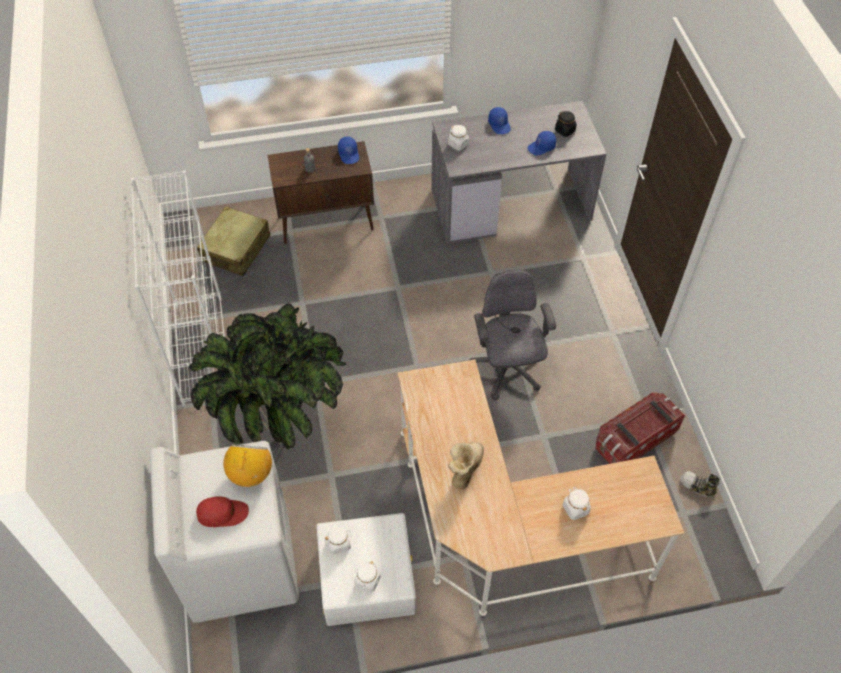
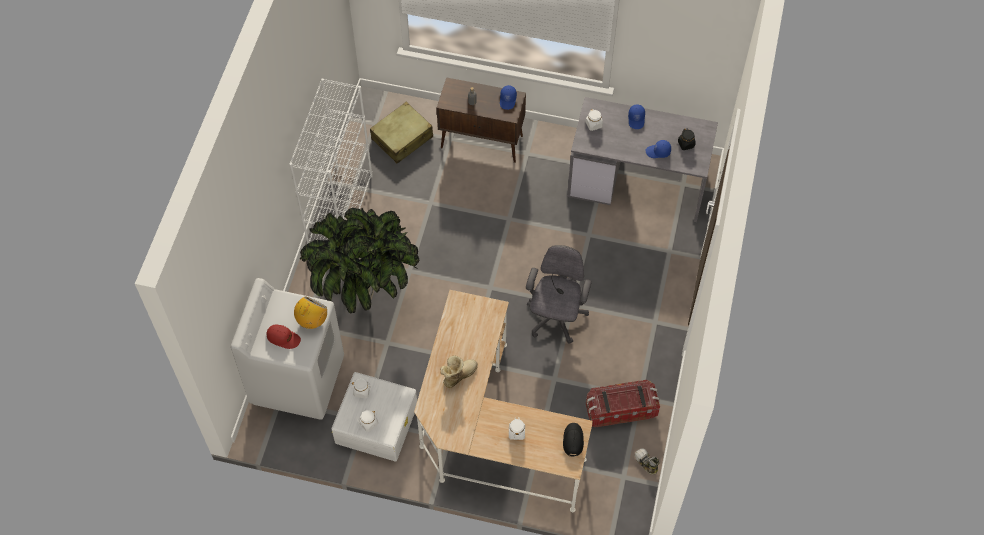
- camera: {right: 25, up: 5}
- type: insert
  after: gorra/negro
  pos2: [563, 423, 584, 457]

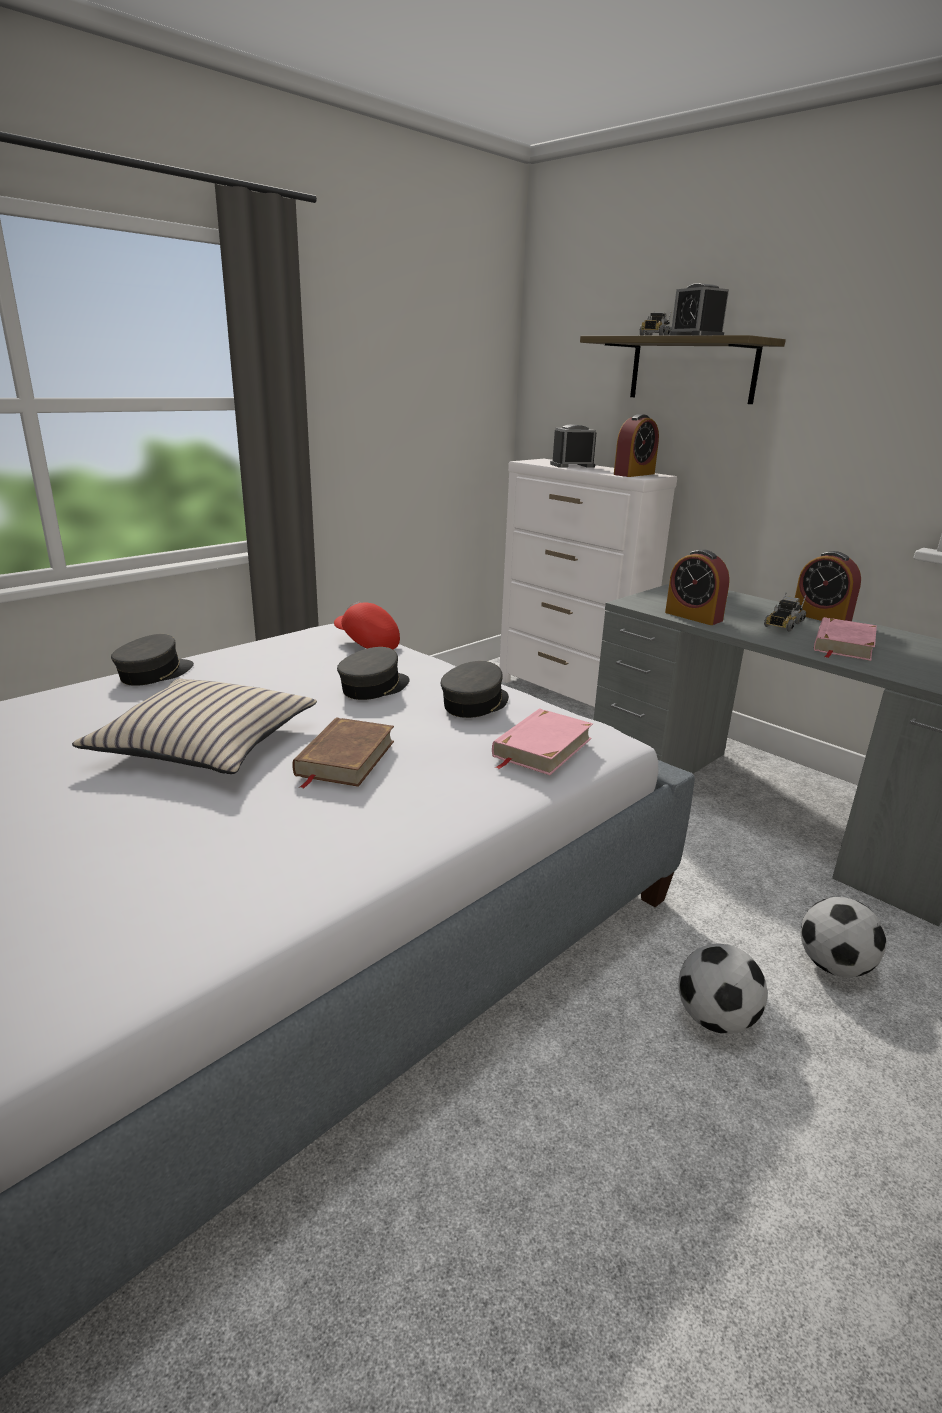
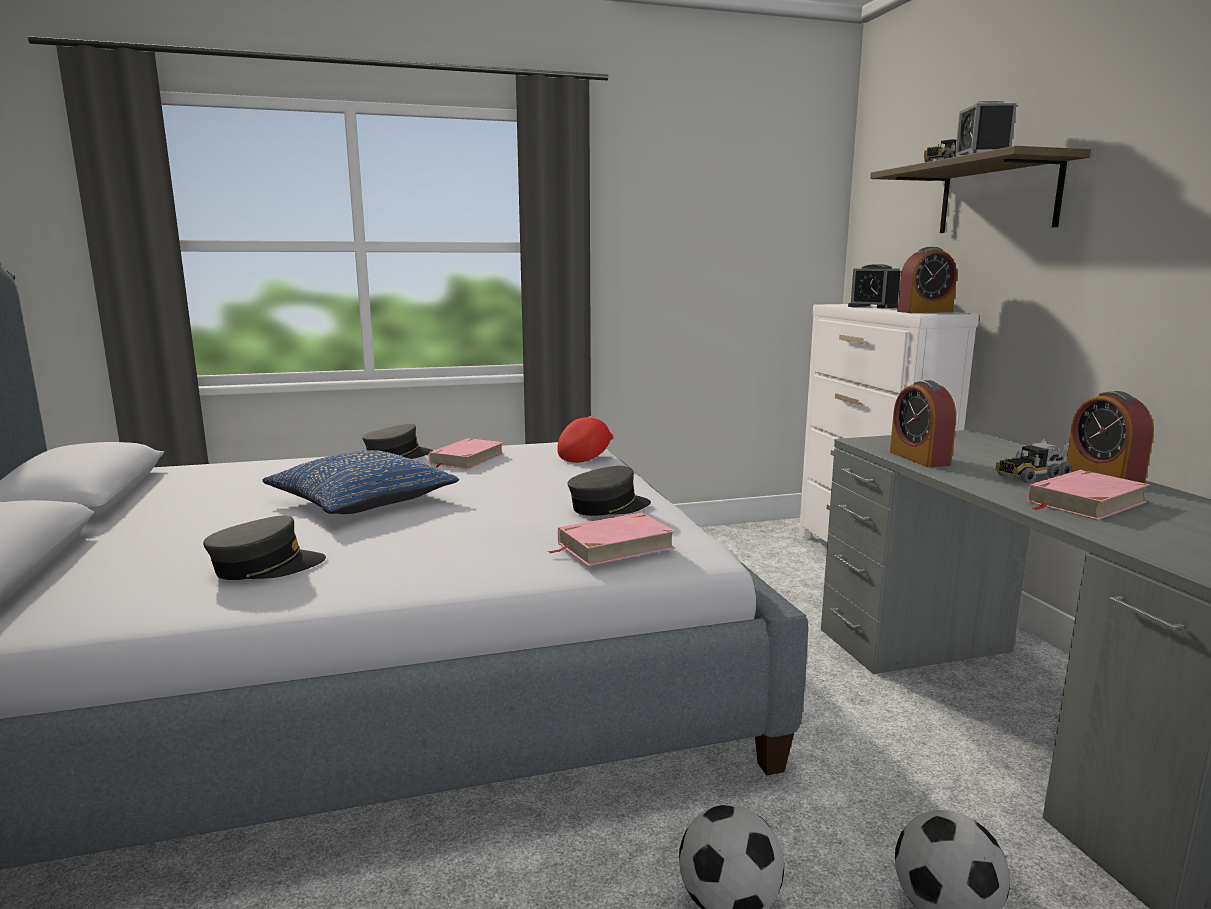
- camera: {right: 30, up: -10}
- type: recolor
  before: cojín/beis
  after: cojín/azul
  pos1: [72, 679, 317, 774]
  pos2: [262, 450, 459, 514]
- type: delete
  before: libro/marrón
  pos1: [293, 717, 394, 788]
- type: rotate
  before: gorra/rojo
  pos1: [334, 602, 400, 649]
  pos2: [557, 416, 613, 463]
  turn: 45
- type: move
  before: gorra/gris
  pos1: [337, 647, 410, 700]
  pos2: [203, 516, 326, 580]
- type: rotate
  before: despertador
  pos1: [550, 424, 597, 468]
  pos2: [848, 264, 901, 309]
  turn: -150
- type: insert
  after: libro/rosa
  pos2: [429, 438, 504, 469]

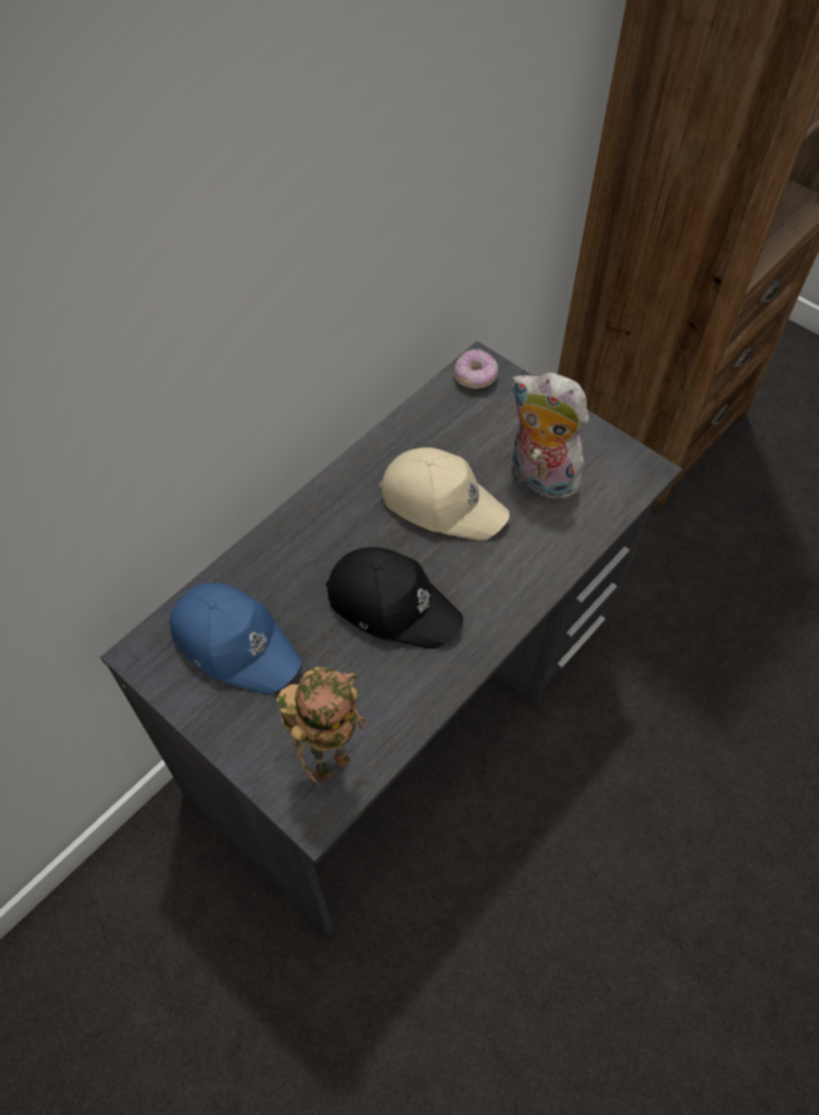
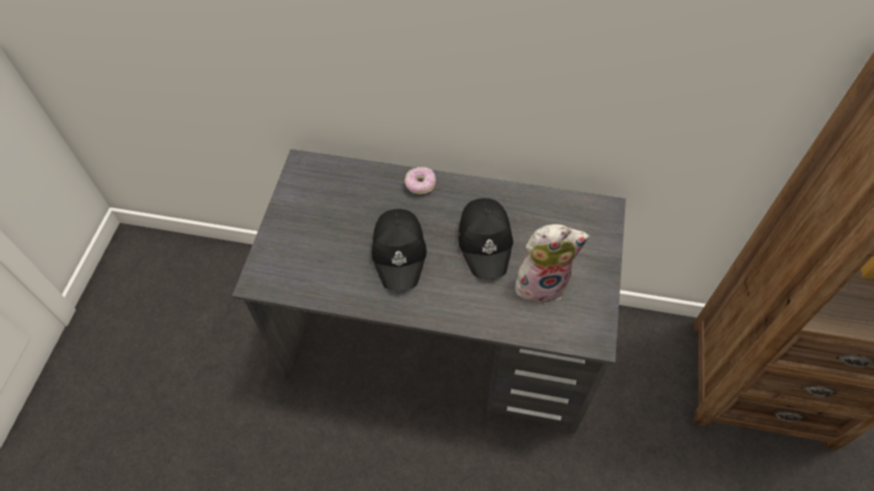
- camera: {right: 60, up: 0}
- type: delete
  before: gorra/azul
  pos1: [170, 583, 301, 694]
- type: delete
  before: robot de juguete
  pos1: [276, 667, 367, 786]
- type: recolor
  before: gorra/beis
  after: gorra/negro
  pos1: [379, 447, 510, 540]
  pos2: [458, 198, 513, 279]
- type: move
  before: rosquilla
  pos1: [454, 349, 498, 389]
  pos2: [405, 167, 436, 194]
- type: rotate
  before: peluche
  pos1: [510, 372, 589, 500]
  pos2: [515, 224, 590, 304]
  turn: 75

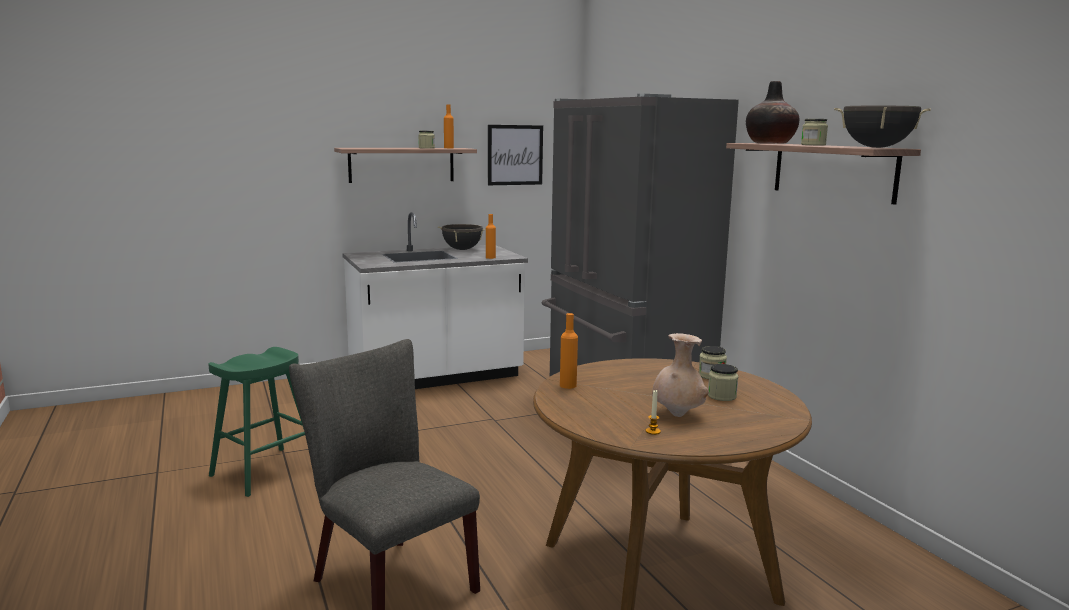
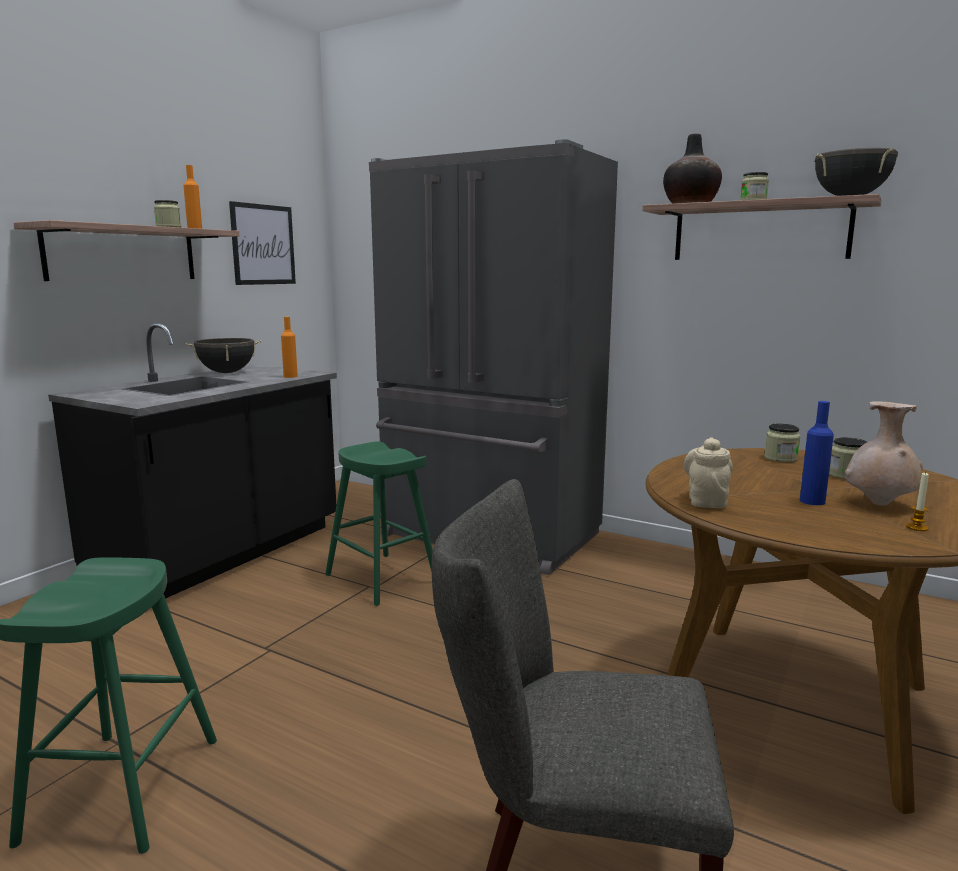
- camera: {right: -35, up: 0}
- type: recolor
  before: mueble bajo de cocina/blanco
  after: mueble bajo de cocina/negro
  pos1: [342, 212, 528, 389]
  pos2: [48, 323, 337, 599]
- type: replace
  before: botella/naranja
  after: tetera/beis
  pos1: [560, 313, 578, 389]
  pos2: [684, 437, 733, 508]
- type: insert
  after: taburete/verde
  pos2: [325, 441, 433, 606]
- type: insert
  after: botella/azul
  pos2: [800, 401, 834, 505]

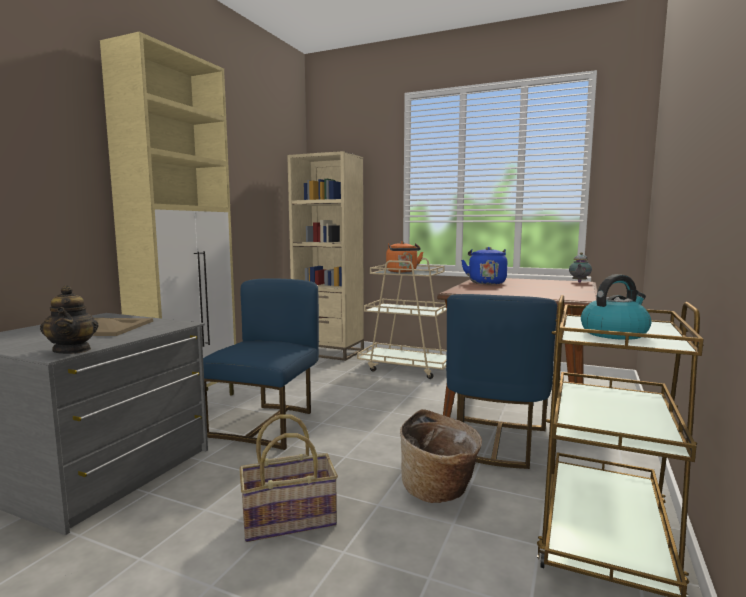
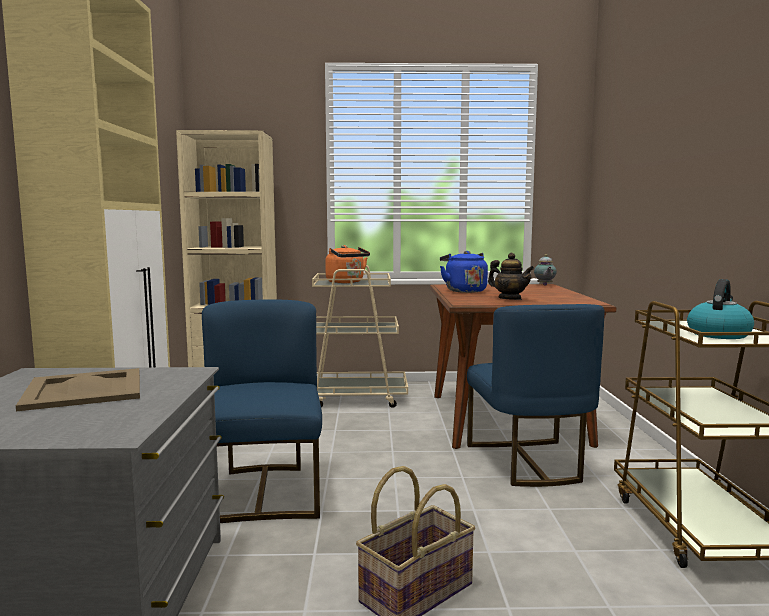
- camera: {right: -25, up: 0}
- type: move
  before: tetera
  pos1: [40, 285, 98, 354]
  pos2: [488, 253, 534, 300]
- type: delete
  before: cesta
  pos1: [400, 409, 482, 503]

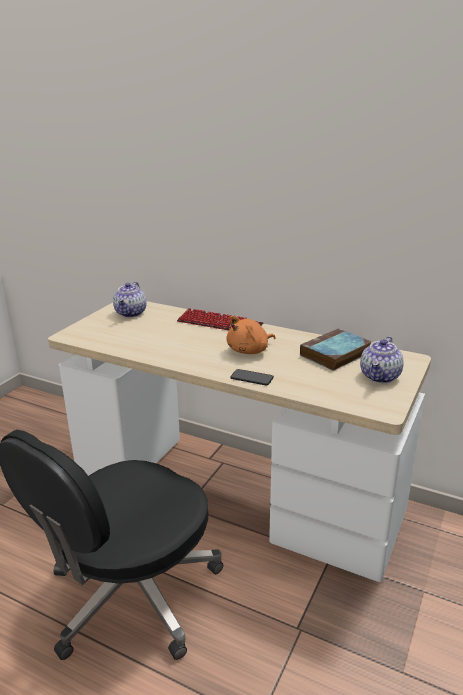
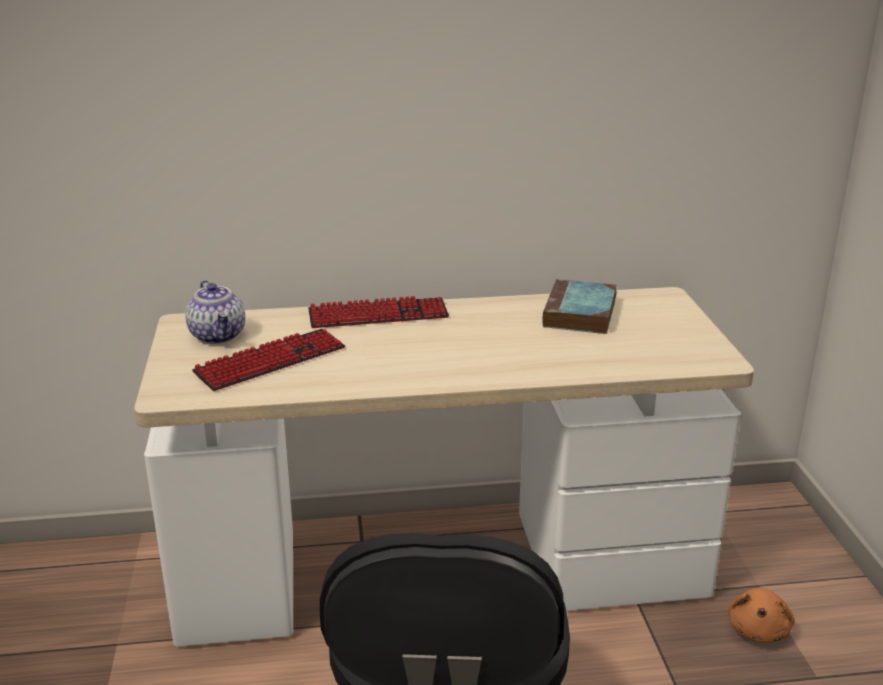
- camera: {right: -35, up: 0}
- type: move
  before: peluche/naranja
  pos1: [226, 316, 276, 354]
  pos2: [728, 588, 795, 643]
- type: delete
  before: móvil
  pos1: [230, 369, 274, 385]
- type: delete
  before: tetera
  pos1: [360, 336, 404, 383]
- type: insert
  after: teclado
  pos2: [192, 329, 345, 391]

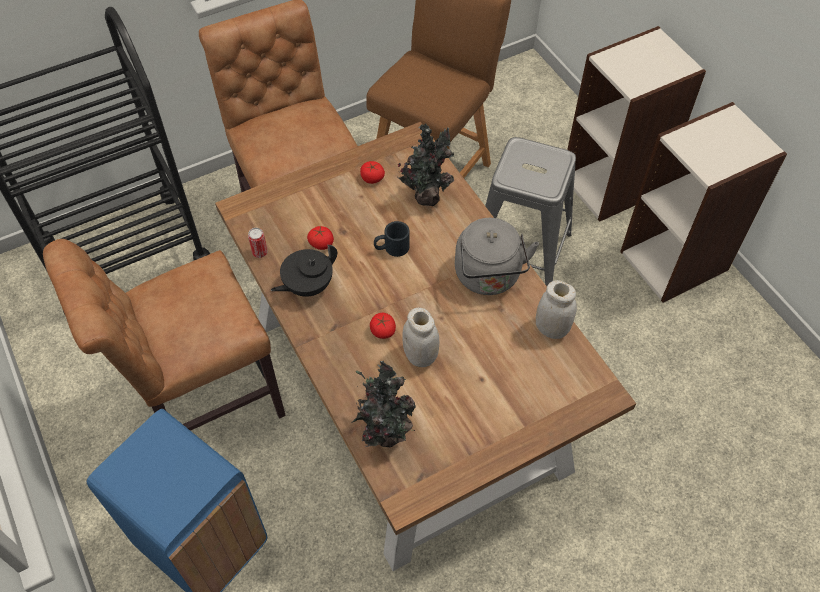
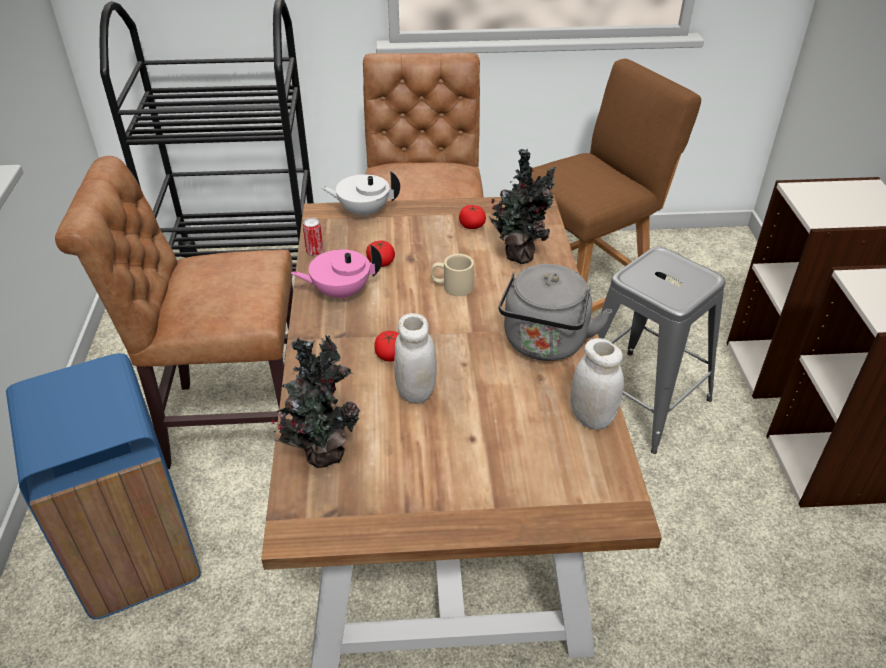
- camera: {right: 25, up: -15}
- type: recolor
  before: tetera/negro
  after: tetera/rosa
  pos1: [271, 245, 337, 297]
  pos2: [291, 245, 382, 301]
- type: recolor
  before: taza grande/negro
  after: taza grande/beis
  pos1: [374, 221, 409, 257]
  pos2: [431, 254, 474, 296]
- type: insert
  after: tetera/blanco
  pos2: [321, 171, 400, 219]

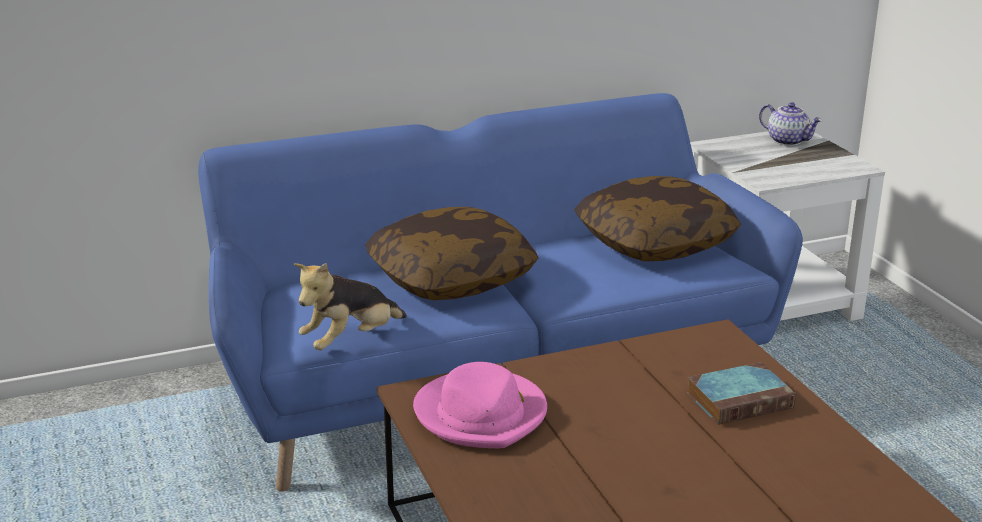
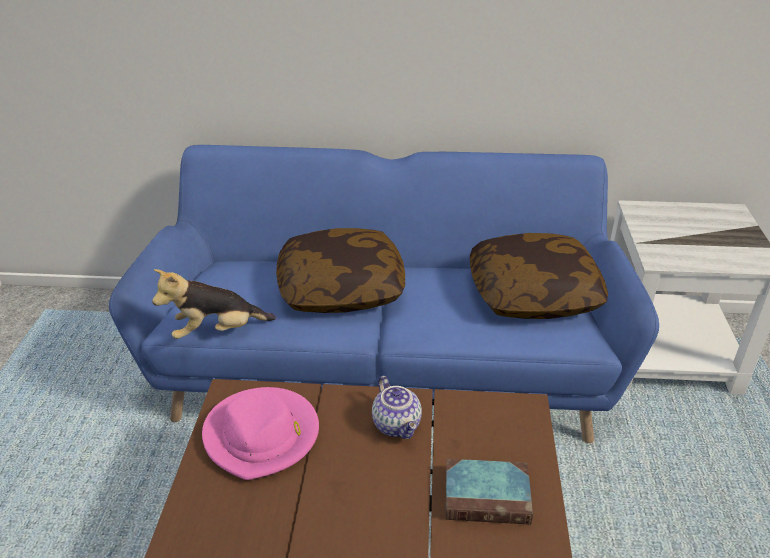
- camera: {right: 25, up: 10}
- type: move
  before: tetera
  pos1: [759, 102, 822, 146]
  pos2: [372, 376, 422, 439]

